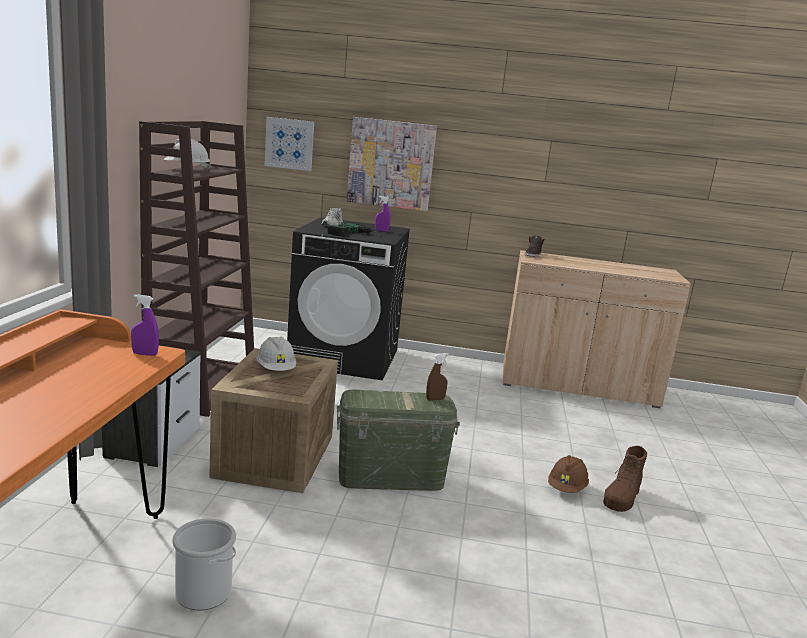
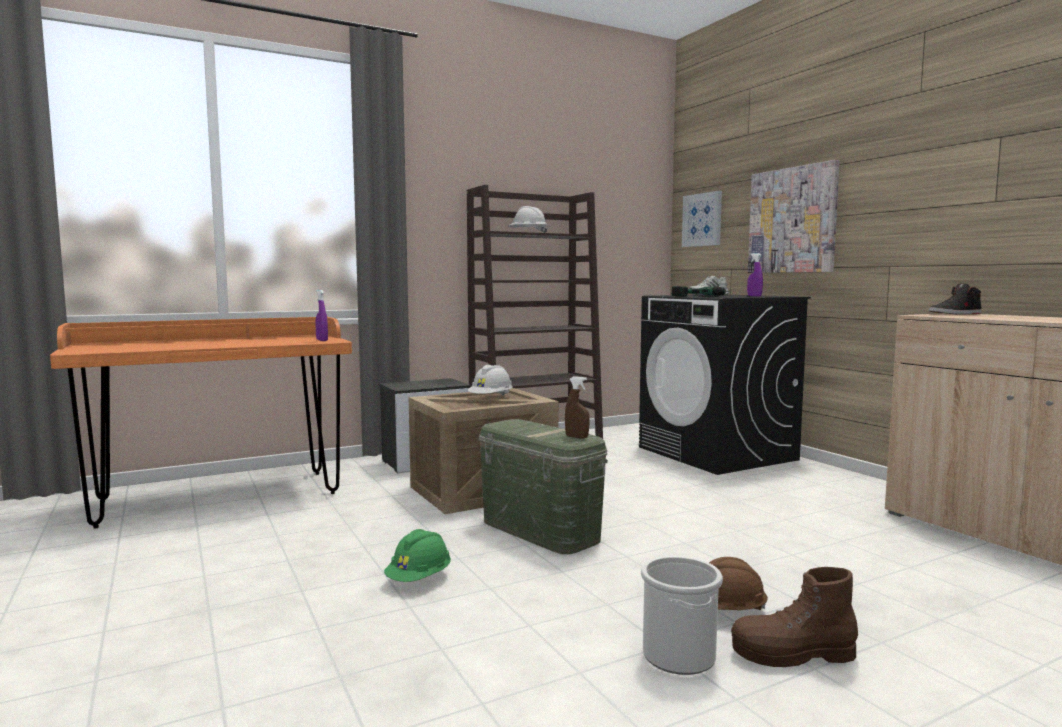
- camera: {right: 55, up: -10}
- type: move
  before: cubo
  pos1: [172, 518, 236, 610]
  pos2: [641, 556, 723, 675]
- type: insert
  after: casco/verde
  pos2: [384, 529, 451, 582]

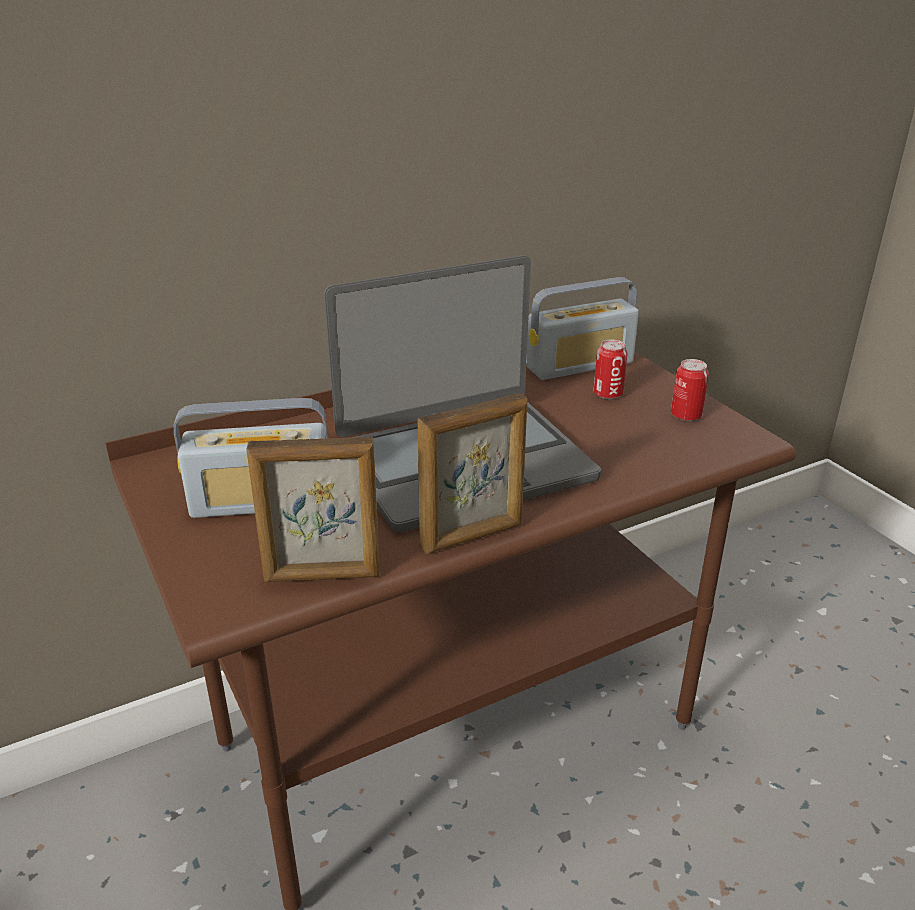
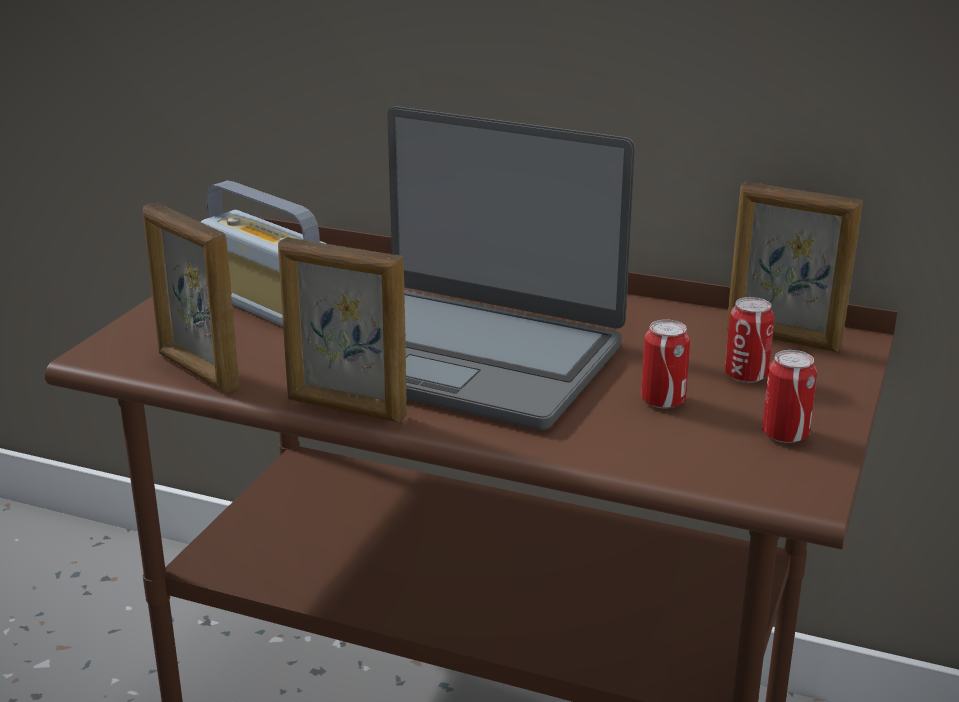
- camera: {right: 50, up: -5}
- type: replace
  before: radio
  after: portarretratos
  pos1: [526, 277, 639, 380]
  pos2: [726, 182, 863, 352]
- type: insert
  after: lata
  pos2: [641, 319, 690, 409]

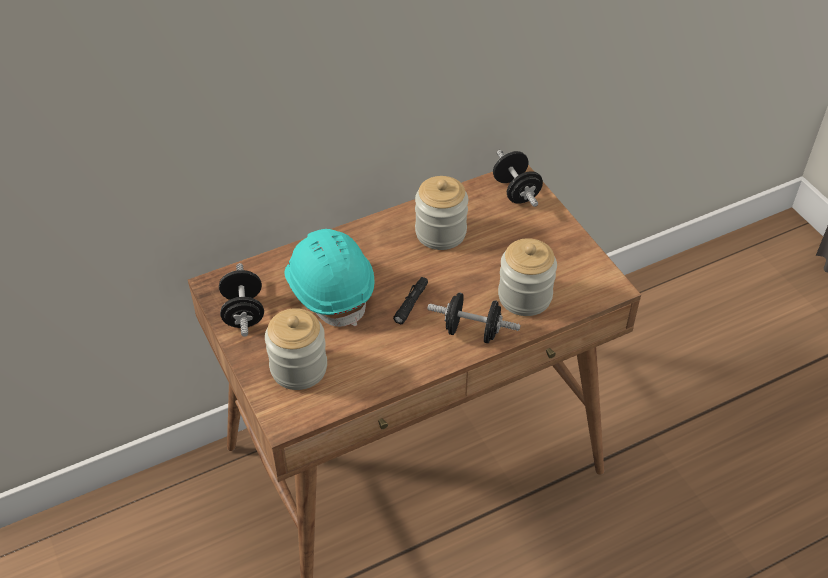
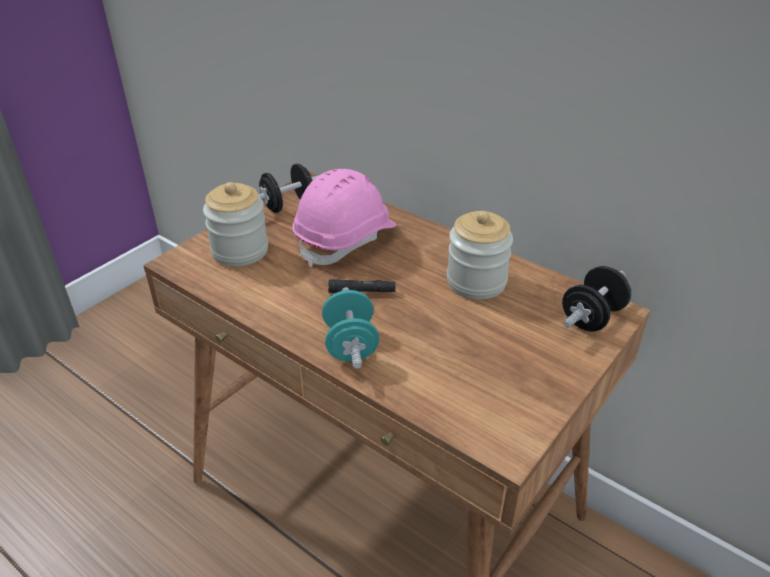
- camera: {right: 65, up: -10}
- type: recolor
  before: casco/turquesa
  after: casco/rosa
  pos1: [284, 229, 374, 327]
  pos2: [292, 169, 397, 267]
- type: recolor
  before: mancuerna/negro
  after: mancuerna/turquesa
  pos1: [428, 292, 521, 343]
  pos2: [322, 287, 379, 368]
- type: delete
  before: tarro
  pos1: [498, 238, 557, 316]

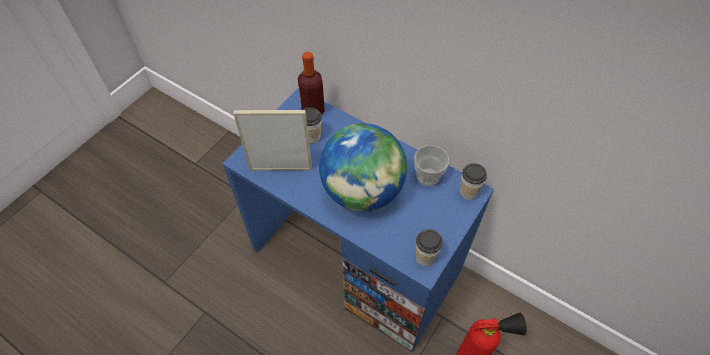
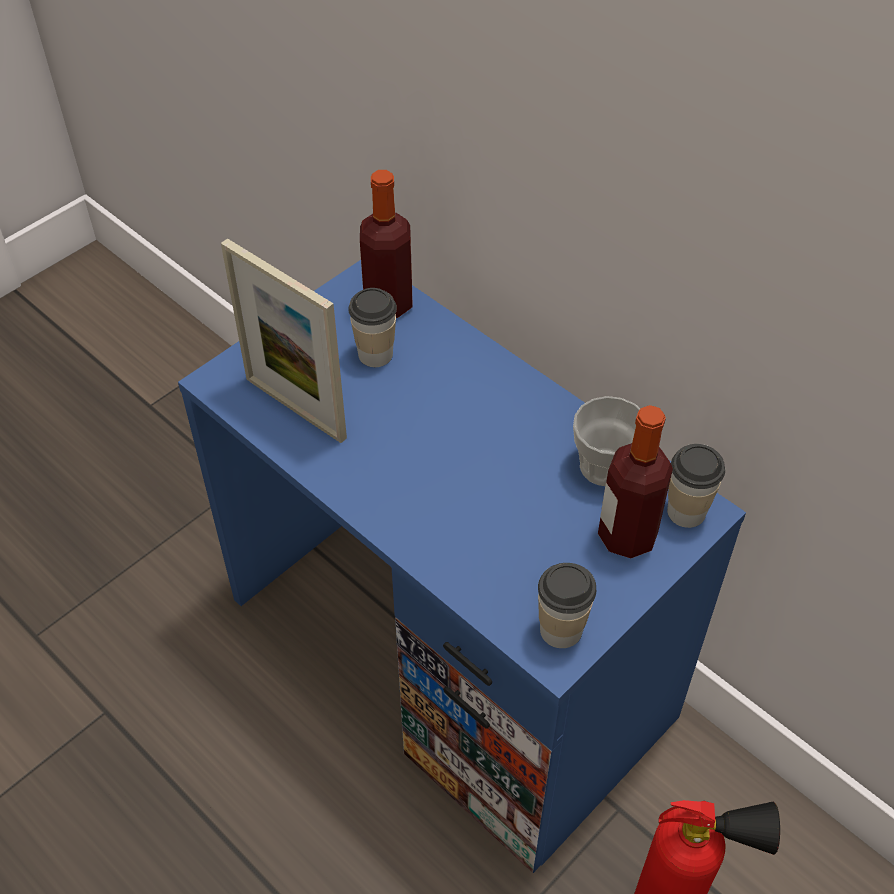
- camera: {right: 10, up: -5}
- type: rotate
  before: portarretratos
  pos1: [233, 110, 312, 171]
  pos2: [221, 238, 347, 443]
  turn: -150
- type: delete
  before: globo terráqueo
  pos1: [319, 123, 407, 212]
- type: insert
  after: botella
  pos2: [598, 405, 673, 558]

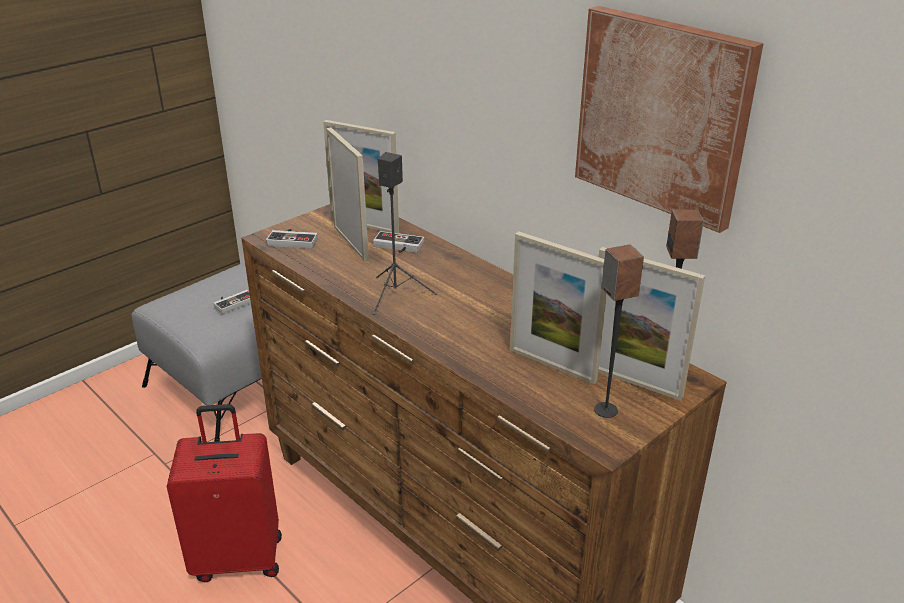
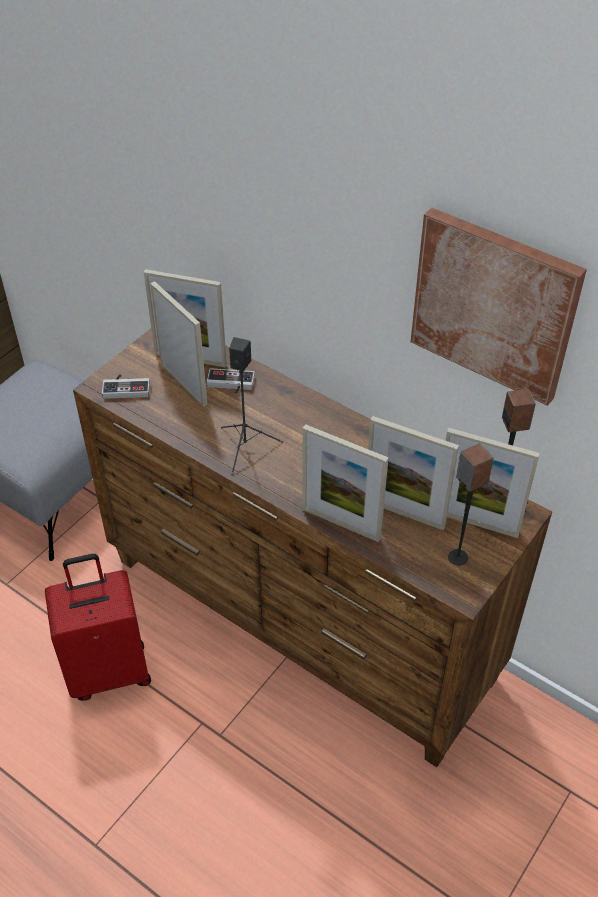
- camera: {right: -10, up: 15}
- type: delete
  before: mando de consola
  pos1: [213, 290, 251, 314]
- type: insert
  after: portarretratos
  pos2: [302, 424, 389, 542]

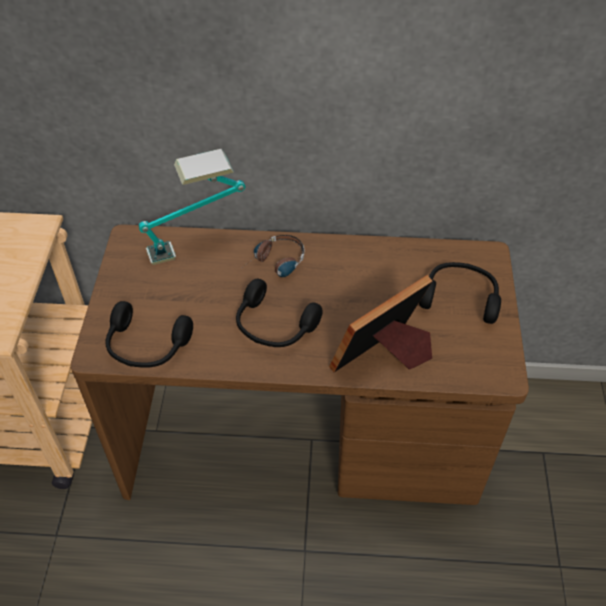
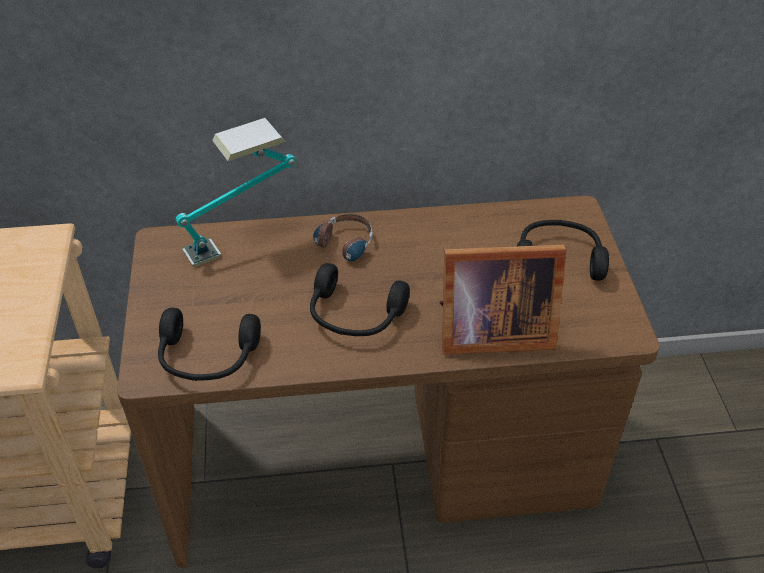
- camera: {right: -10, up: -5}
- type: rotate
  before: portarretratos
  pos1: [329, 275, 432, 372]
  pos2: [440, 245, 567, 355]
  turn: -135

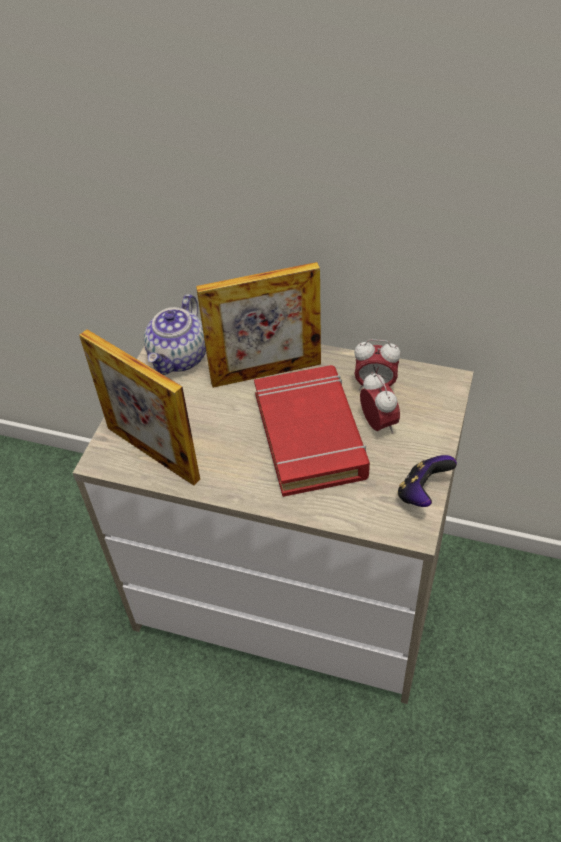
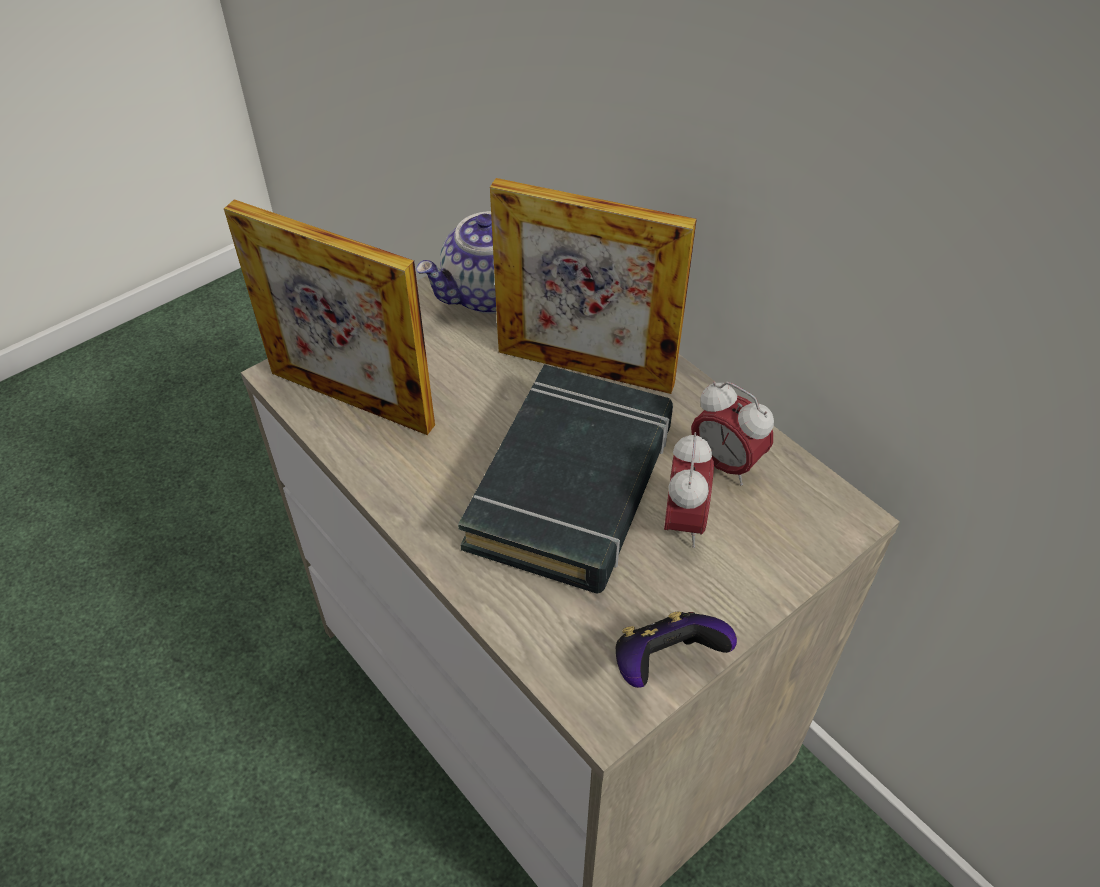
- camera: {right: 30, up: 0}
- type: rotate
  before: portarretratos
  pos1: [79, 329, 200, 486]
  pos2: [224, 199, 435, 435]
  turn: -45
- type: recolor
  before: libro/rojo
  after: libro/negro
  pos1: [254, 365, 370, 497]
  pos2: [458, 365, 673, 593]

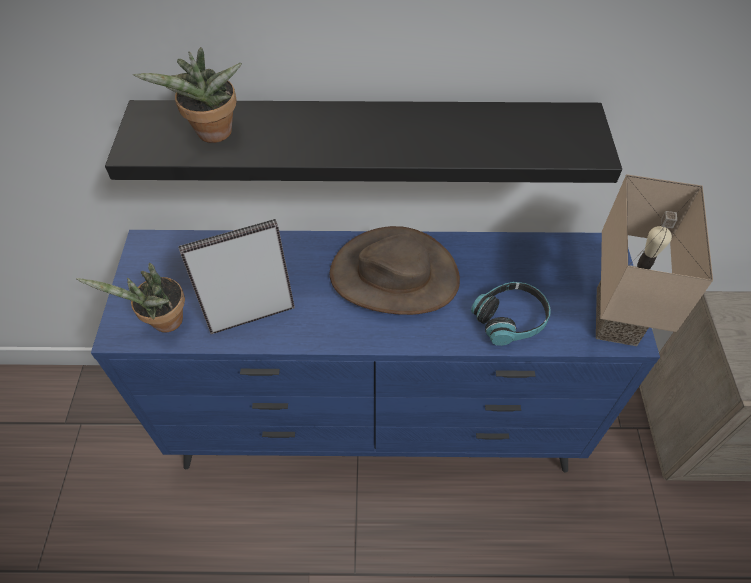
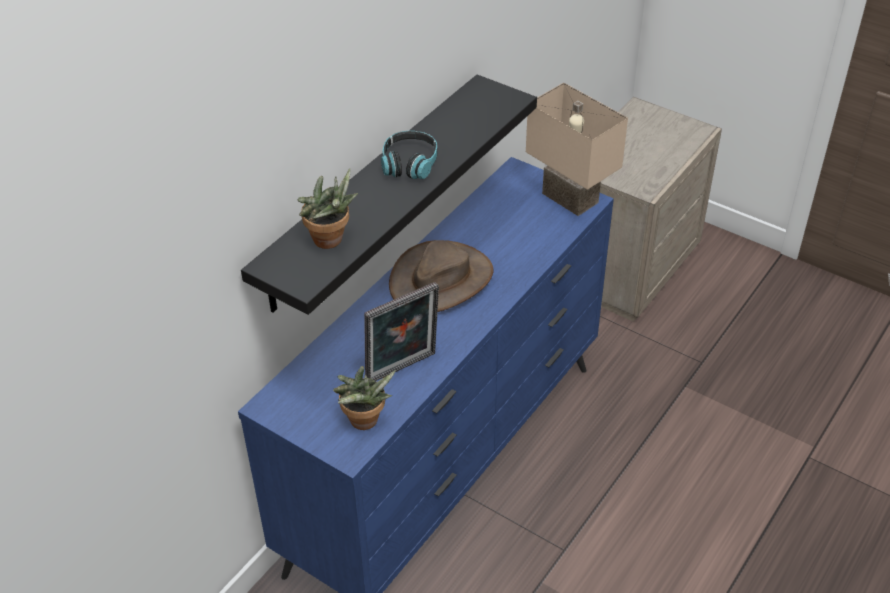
- camera: {right: -55, up: -10}
- type: rotate
  before: portarretratos
  pos1: [178, 219, 295, 334]
  pos2: [364, 282, 439, 381]
  turn: -135
- type: move
  before: auriculares
  pos1: [471, 282, 551, 346]
  pos2: [381, 131, 437, 179]

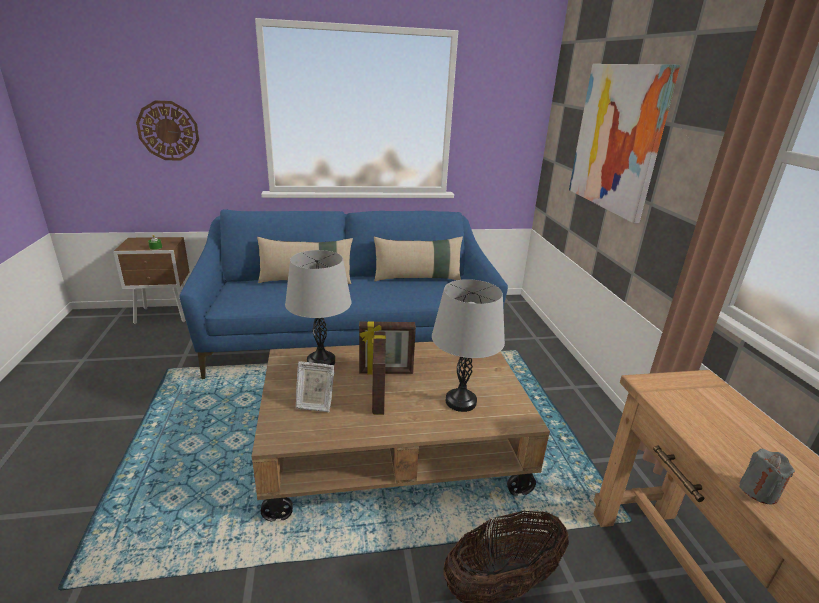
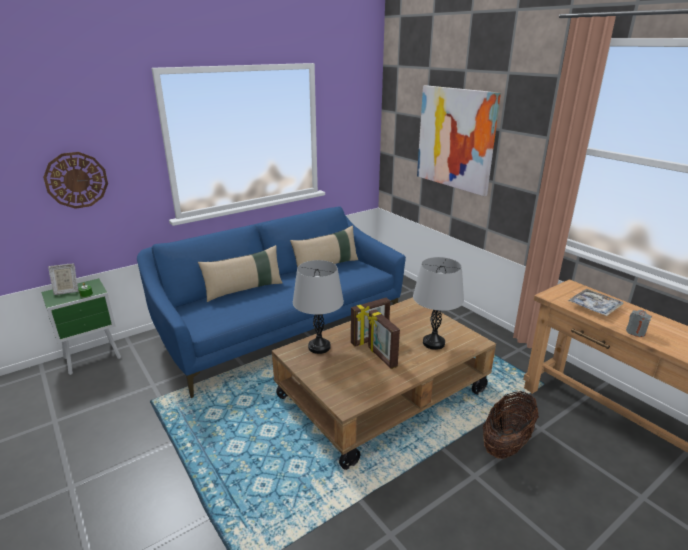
- camera: {right: -25, up: 0}
- type: recolor
  before: mesita de noche/marrón
  after: mesita de noche/verde
  pos1: [113, 237, 190, 324]
  pos2: [41, 278, 121, 375]
- type: move
  before: portarretratos
  pos1: [296, 362, 335, 412]
  pos2: [48, 263, 78, 295]
- type: insert
  after: bandeja
  pos2: [568, 288, 623, 316]

